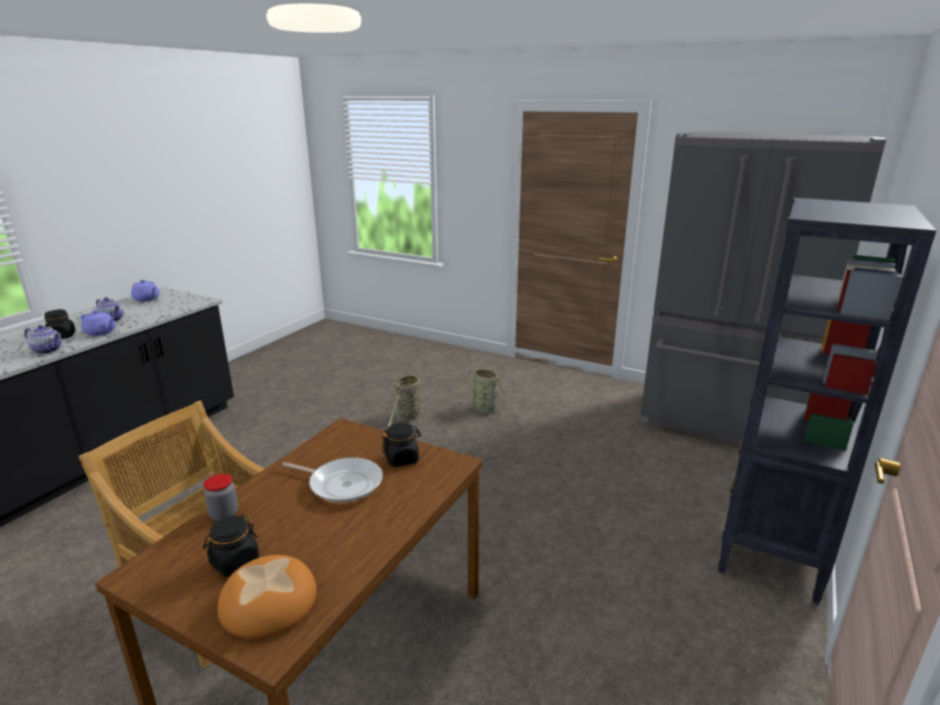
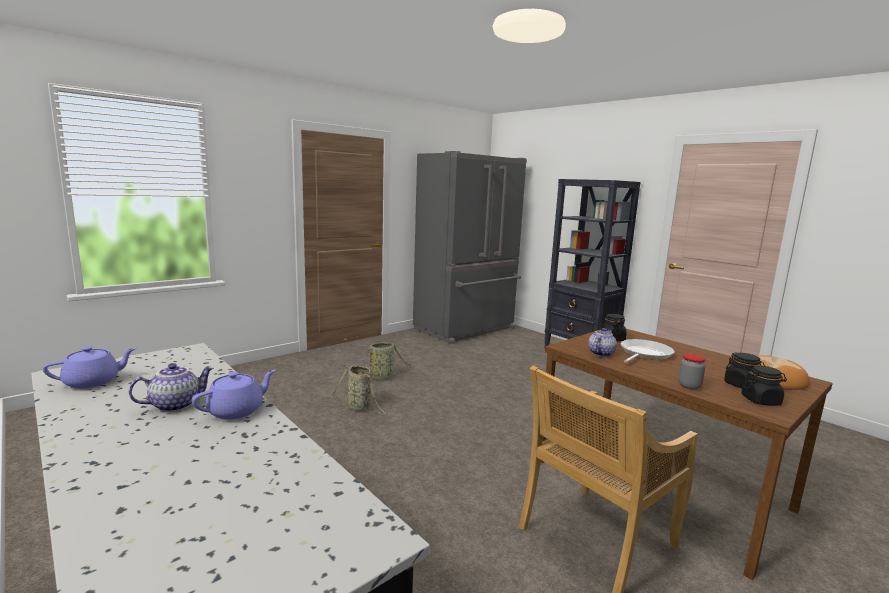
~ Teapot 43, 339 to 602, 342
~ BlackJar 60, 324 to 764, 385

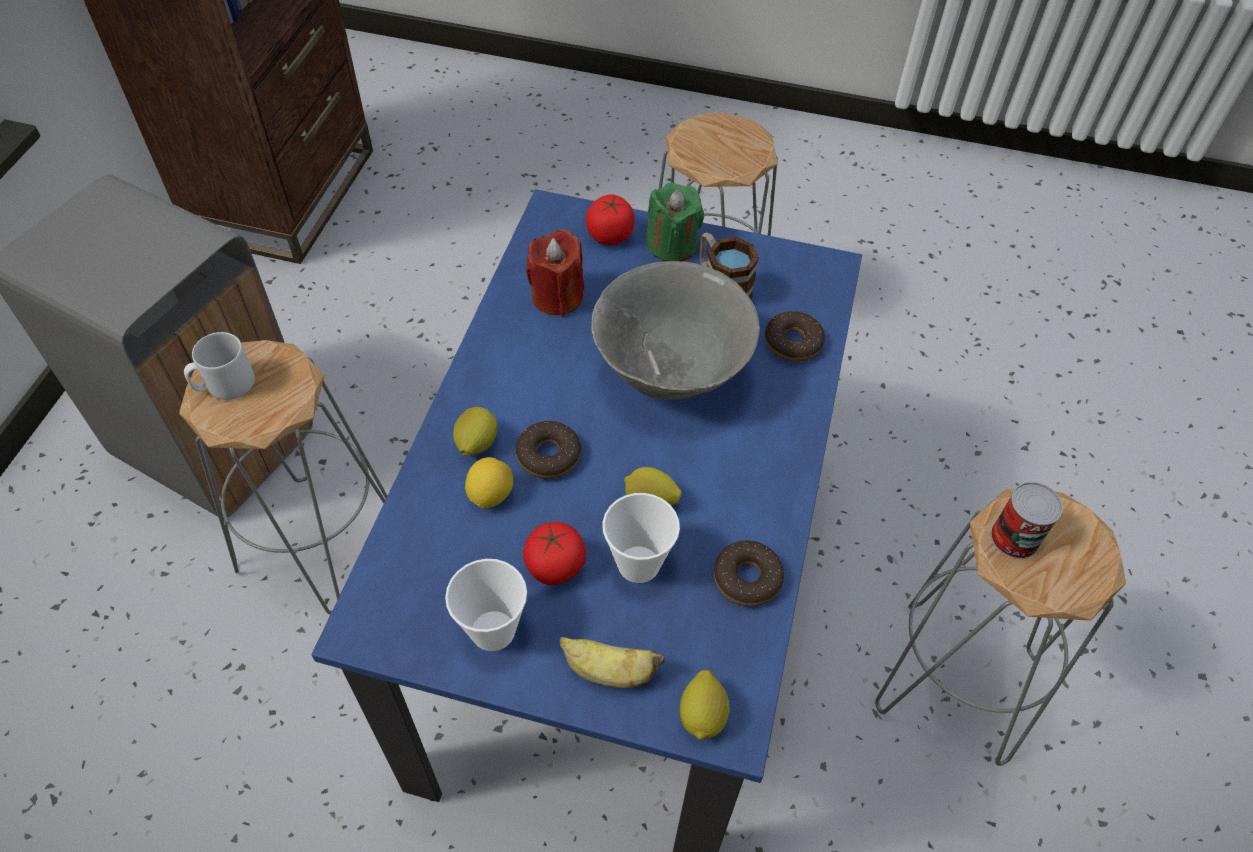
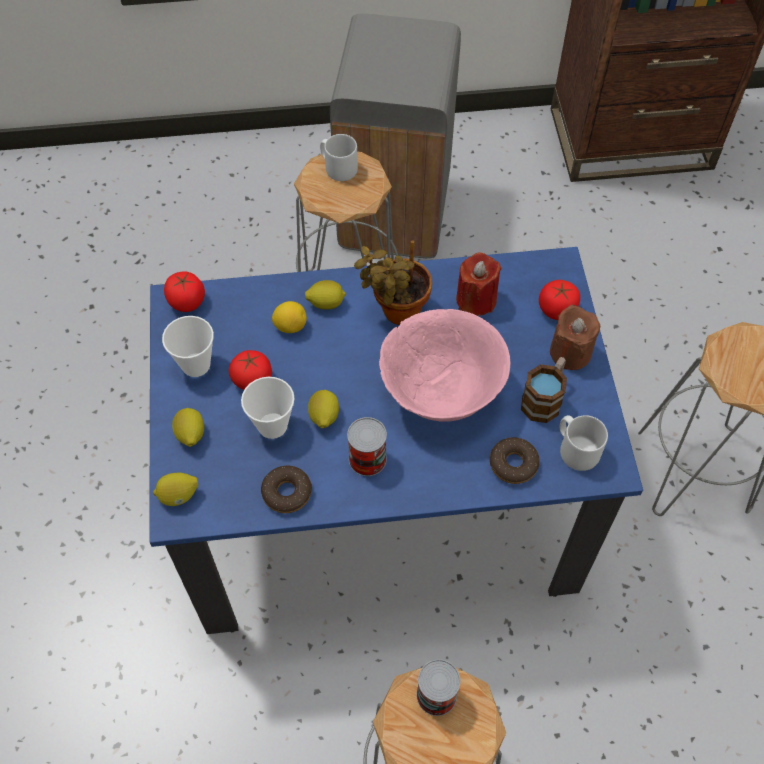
- Donut 548, 450
+ Tomato 184, 291
+ Can 367, 446
+ PottedPlant 393, 282
+ GreyMug 584, 443
~ Banana 612, 662 to Lemon 188, 427
~ GreyBowl 675, 330 to PinkBowl 444, 365
~ GreenCandle 675, 221 to BrownCandle 575, 337

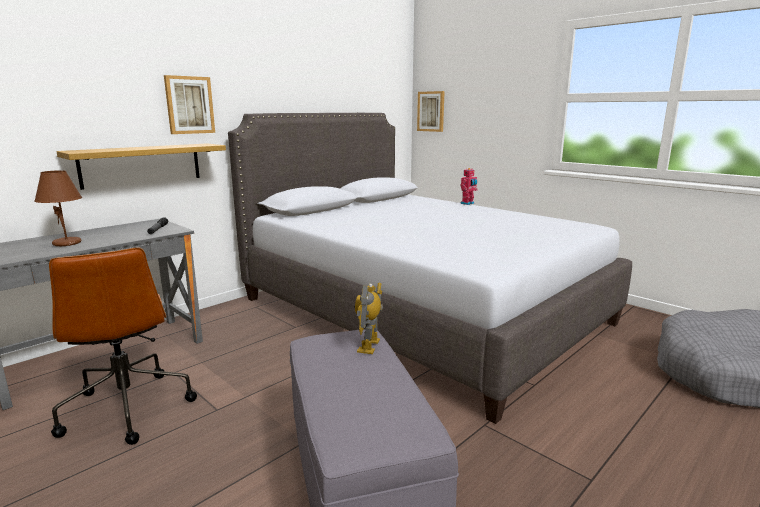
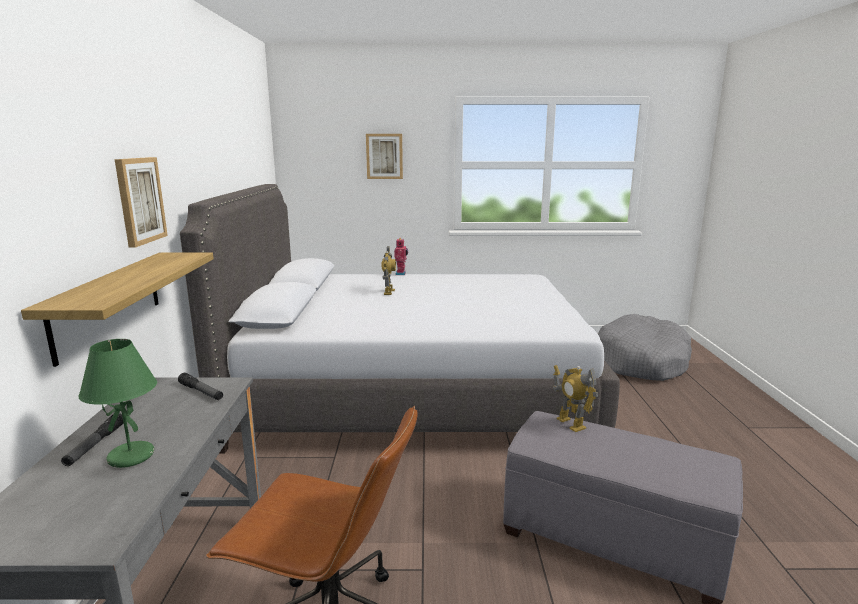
+ Flashlight 92, 439
+ ToyRobot 388, 271
~ Picture 431, 111 to 384, 156
~ BrownTableLamp 58, 208 to GreenTableLamp 117, 403

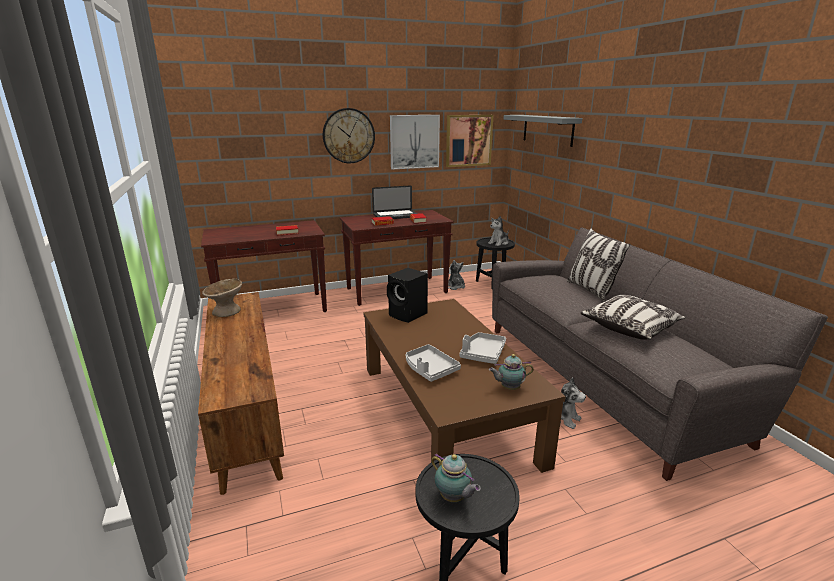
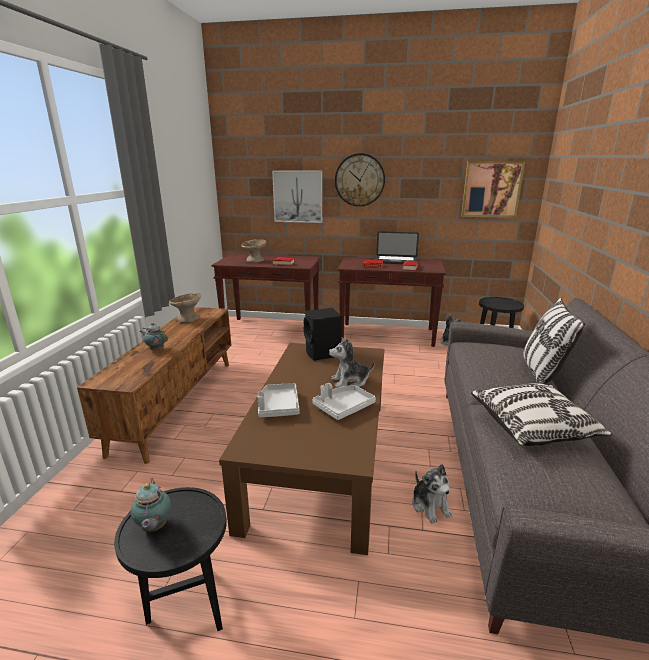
- GreyShelf 542, 131
+ BeigeBowl 254, 250
~ Picture 415, 142 to 297, 197
~ PlushToy 498, 231 to 352, 362
~ Teapot 511, 372 to 154, 336

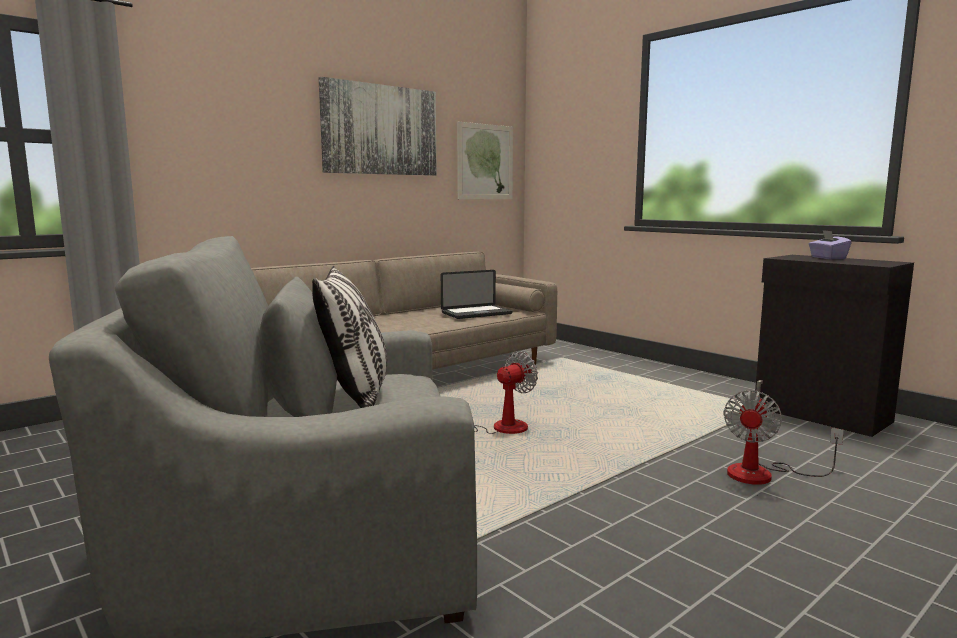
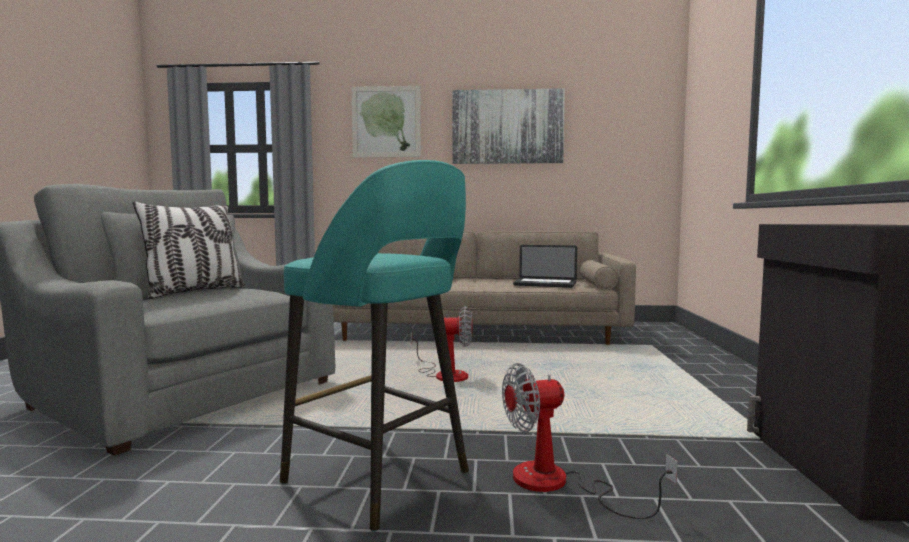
- PurpleTissueBox 830, 244
+ TurquoiseStool 374, 346
~ Picture 485, 160 to 386, 121

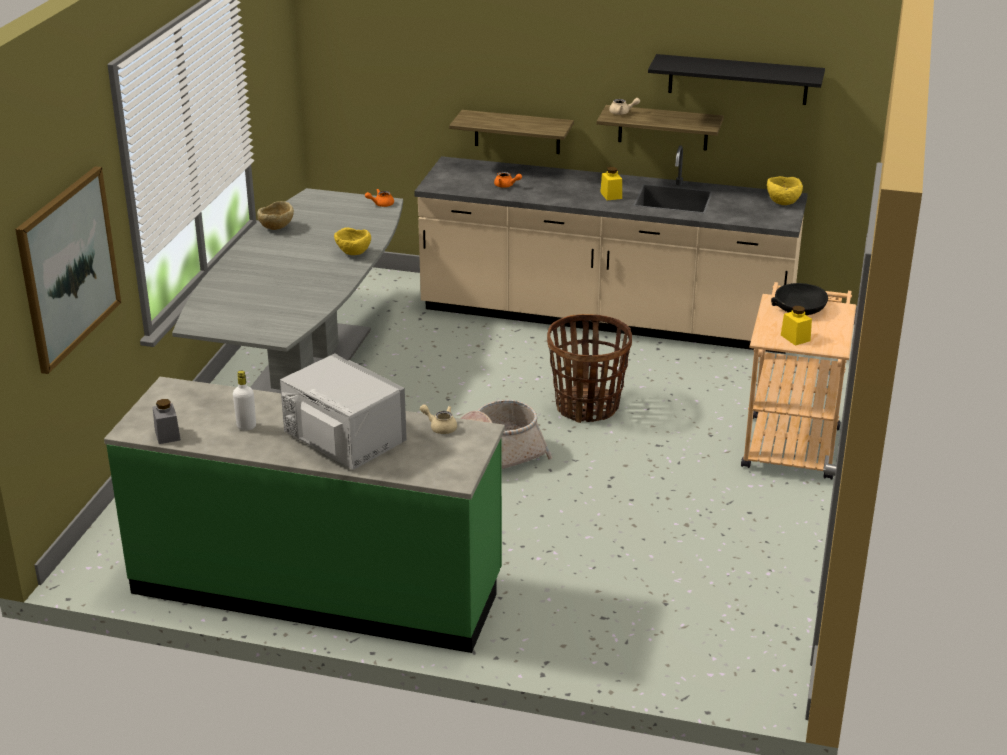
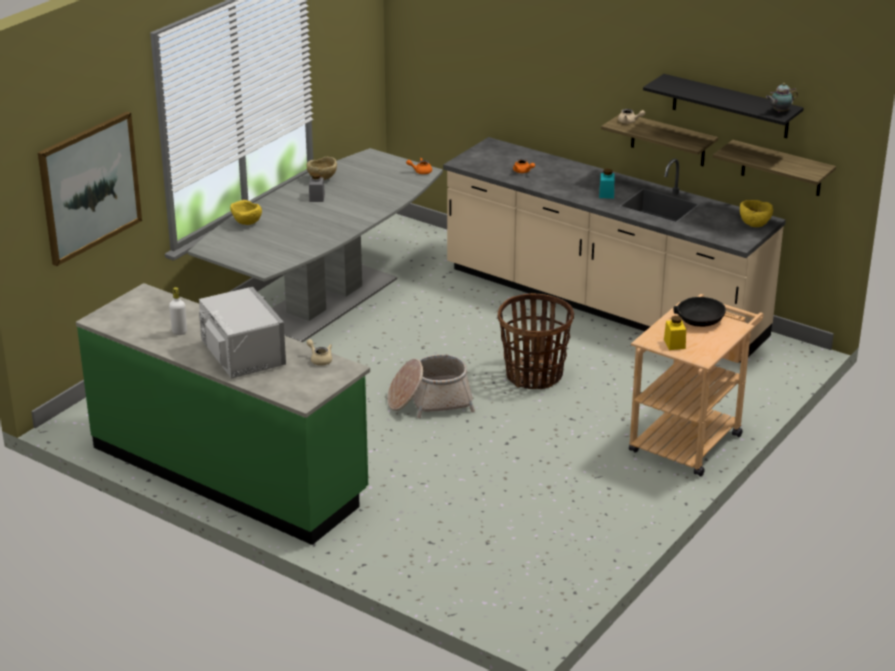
+ Teapot 782, 97
~ GreyJar 167, 421 to 317, 187
~ YellowBowl 352, 241 to 246, 212
~ Shelf 511, 132 to 774, 168
~ YellowJar 611, 183 to TurquoiseJar 606, 184

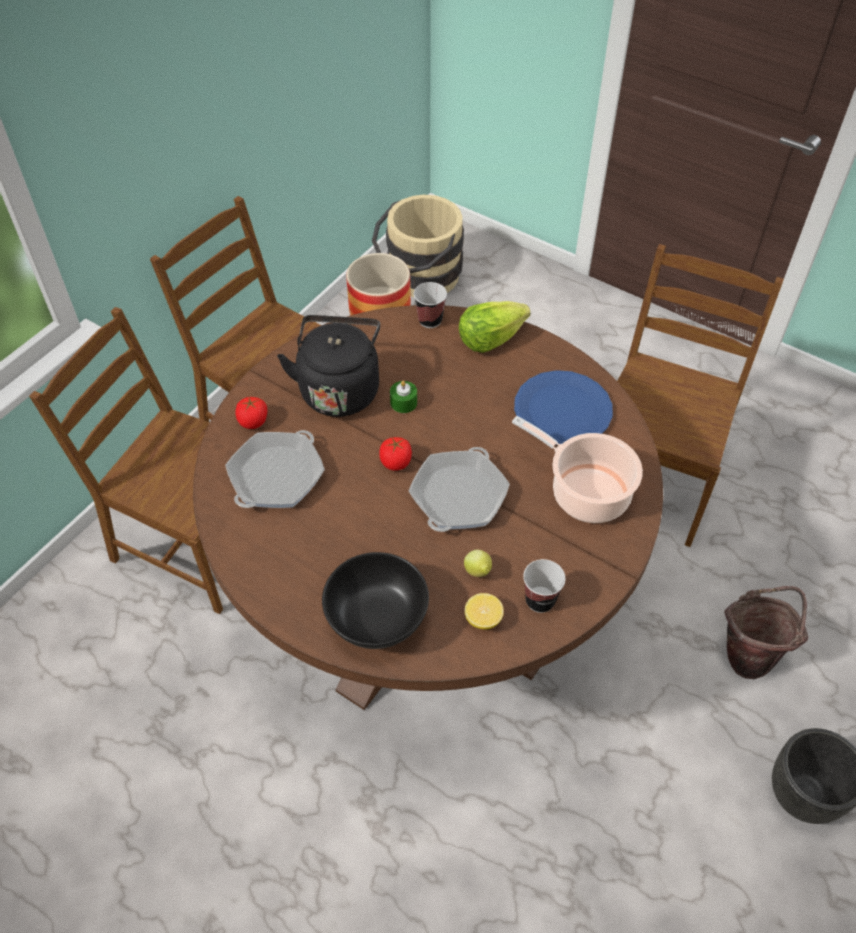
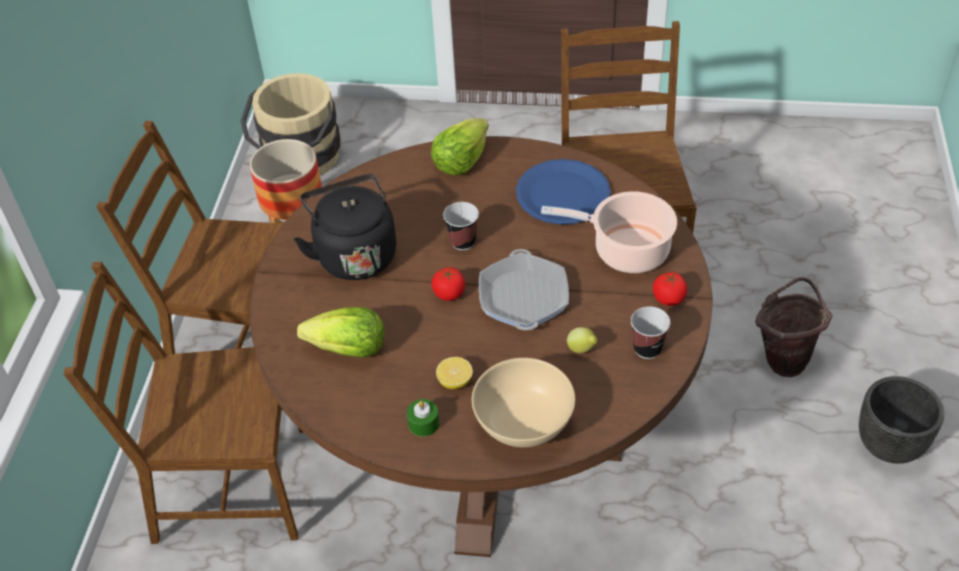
~ Tomato 251, 413 to 670, 289
~ GreenCandle 403, 396 to 423, 418
~ Cup 430, 305 to 461, 226
~ Lemon 484, 611 to 454, 373
~ FryingPan 275, 469 to Lettuce 340, 332
~ BlackBowl 375, 600 to BeigeBowl 523, 403

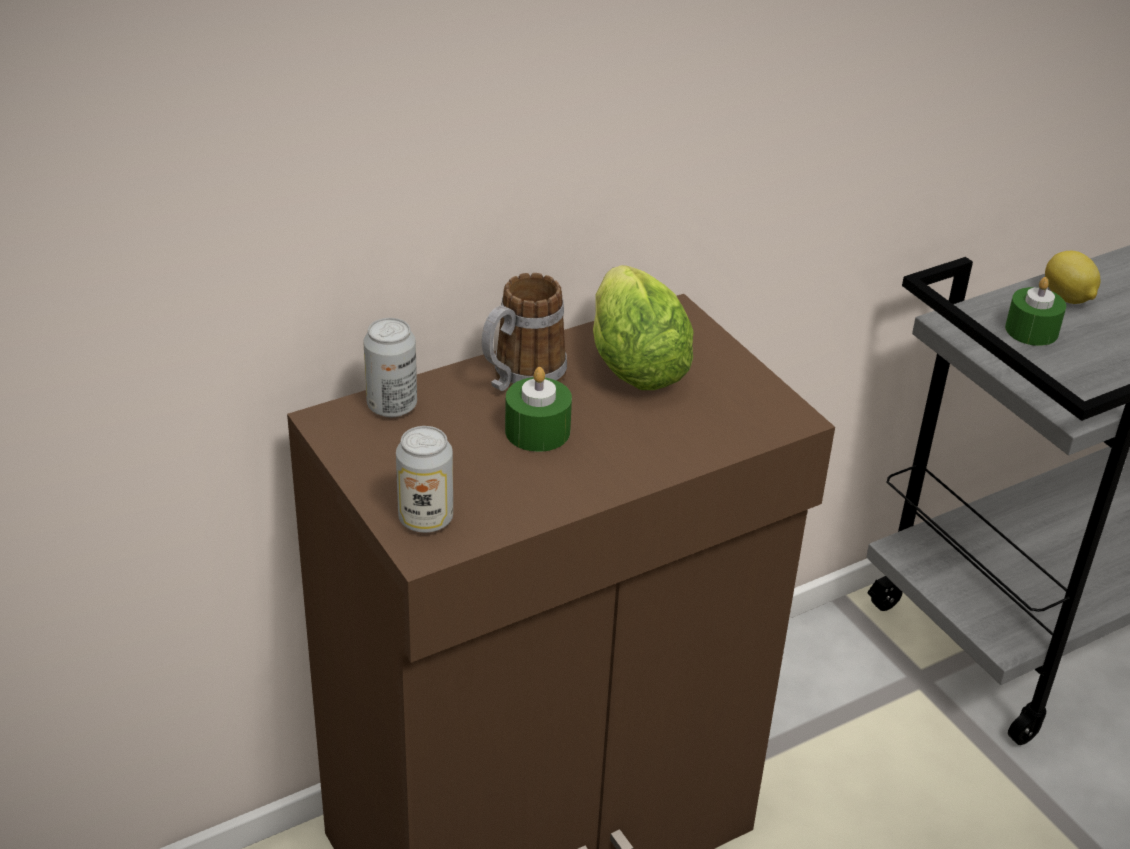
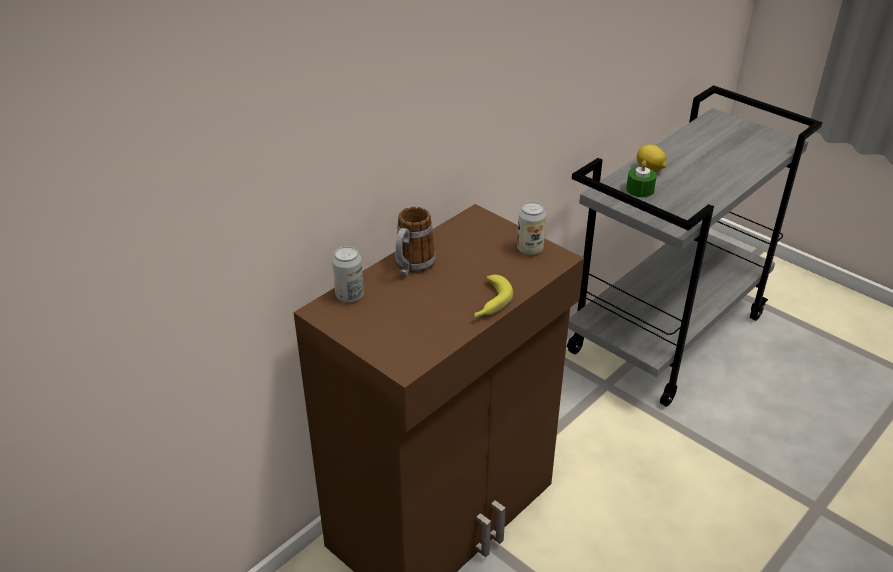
- GreenCandle 538, 409
- Lettuce 643, 327
+ Banana 493, 296
~ Can 424, 479 to 531, 228

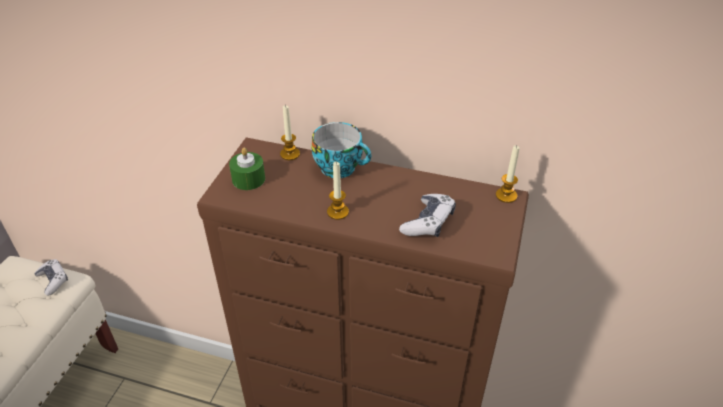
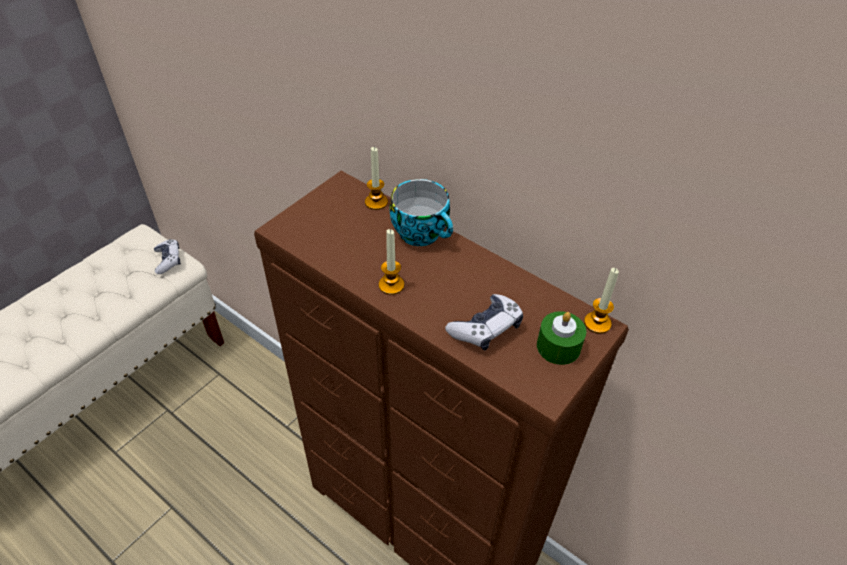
~ GreenCandle 247, 168 to 561, 338

